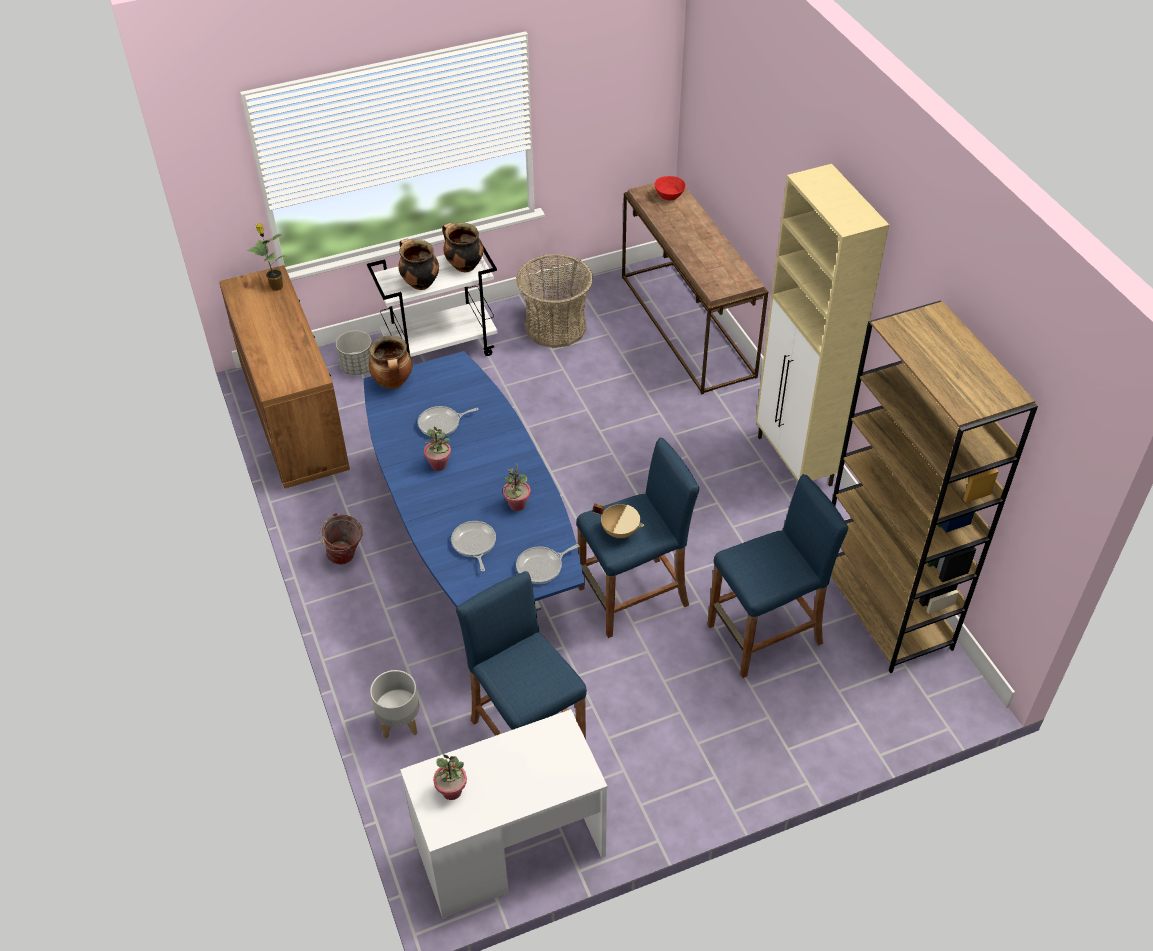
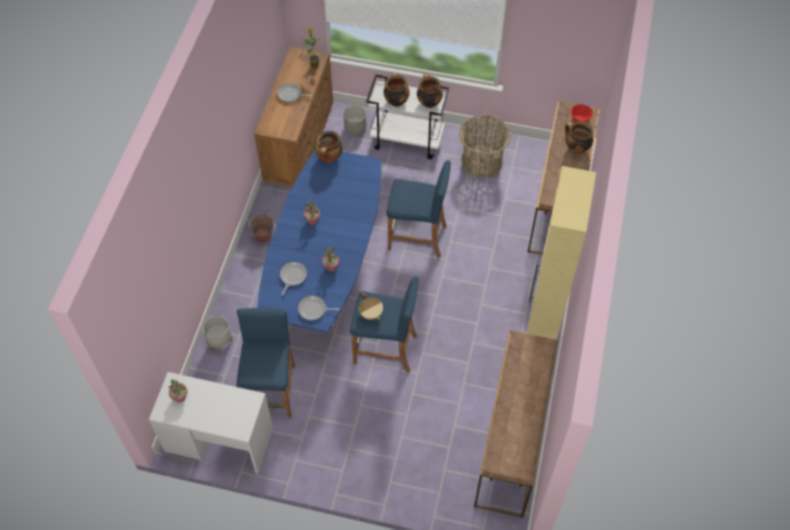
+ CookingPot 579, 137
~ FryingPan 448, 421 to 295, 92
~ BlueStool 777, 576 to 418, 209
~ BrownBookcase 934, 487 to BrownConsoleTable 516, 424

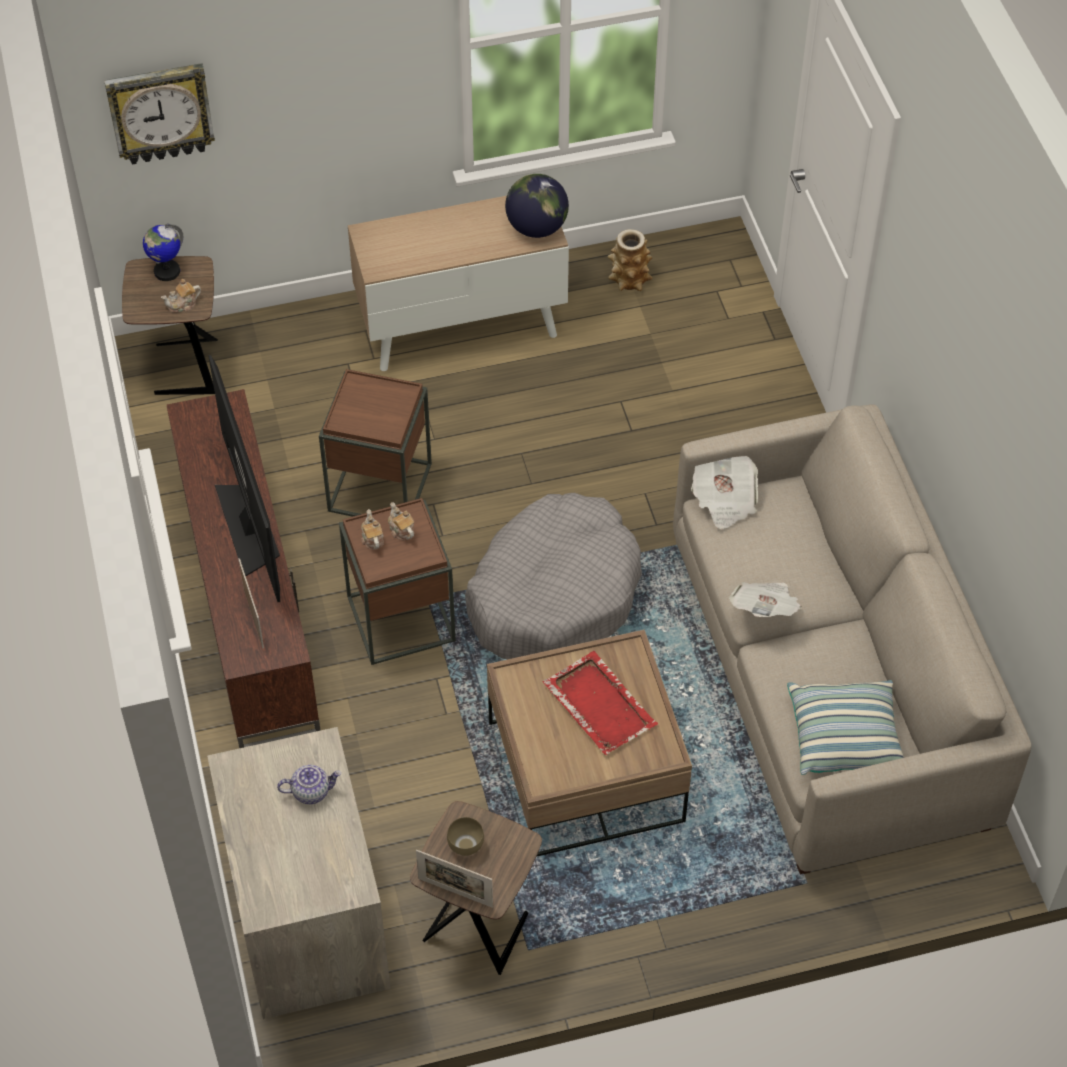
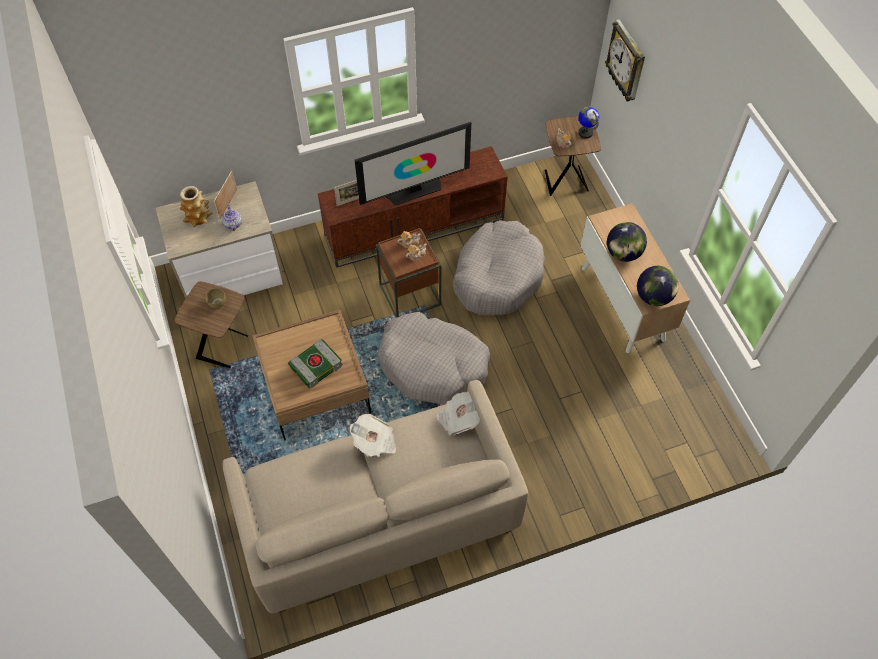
- Pillow 845, 727
+ Globe 627, 242
~ PictureFrame 454, 879 to 225, 195
~ Vase 630, 260 to 196, 206
~ BrownSideTable 375, 443 to GreyDogBed 499, 267
~ RedTray 600, 703 to Book 315, 364

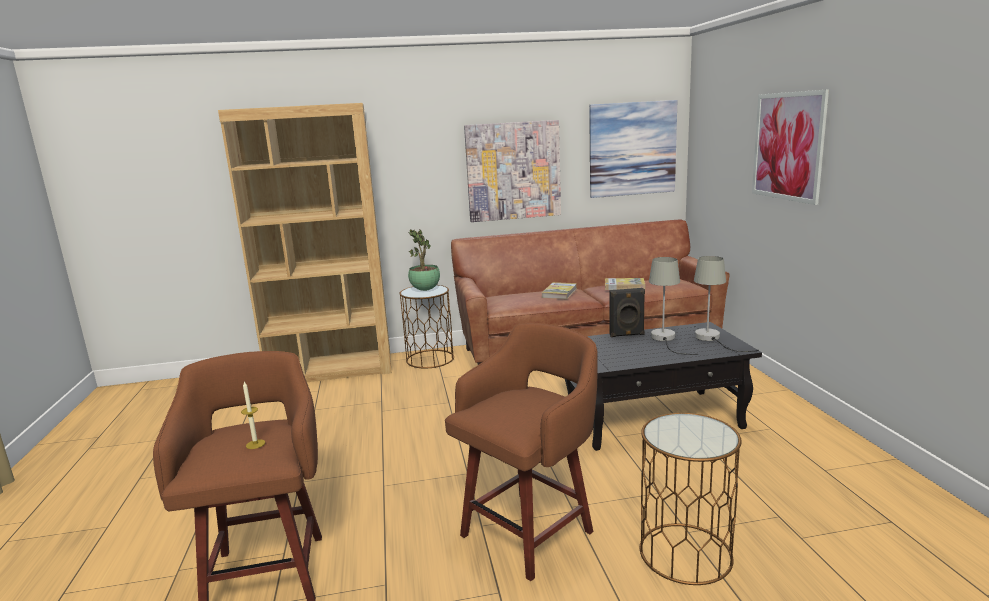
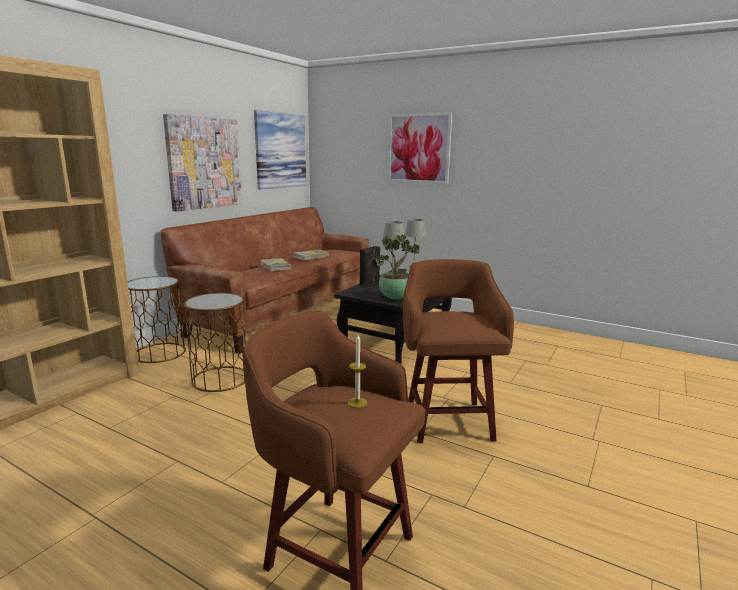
~ PottedPlant 424, 260 to 397, 266
~ BrownSideTable 691, 499 to 214, 342

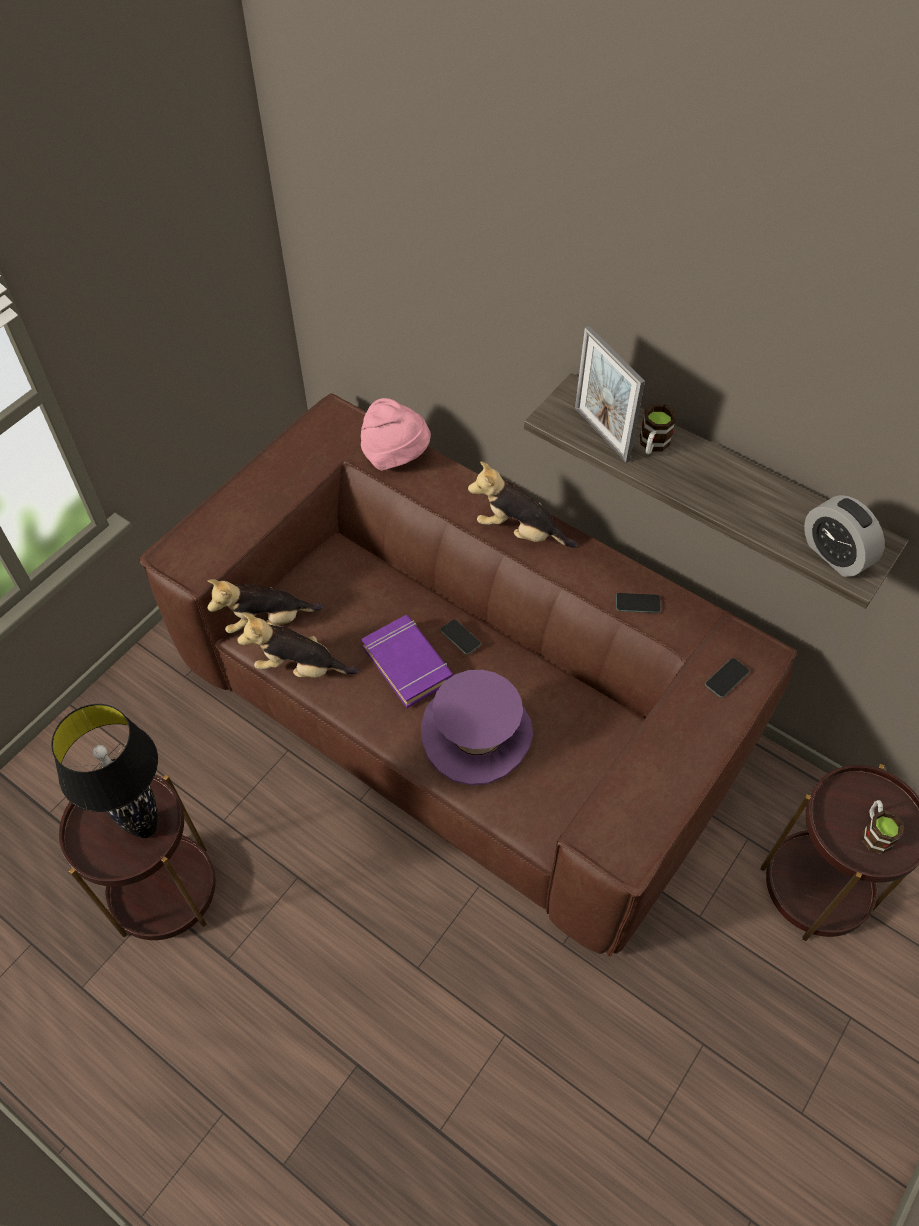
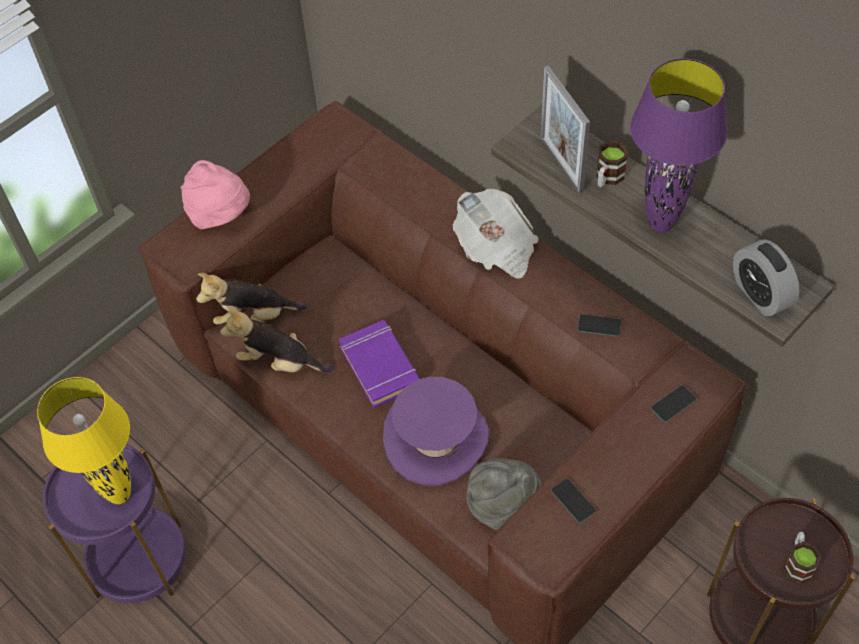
+ GreyHat 504, 494
+ PurpleTableLamp 679, 145
~ PinkHat 396, 434 to 215, 194
~ Phone 460, 637 to 573, 501
~ PlushToy 522, 504 to Newspaper 496, 234
~ BlackTableLamp 104, 771 to YellowTableLamp 84, 440
~ BrownSideTable 137, 857 to PurpleSideTable 114, 523

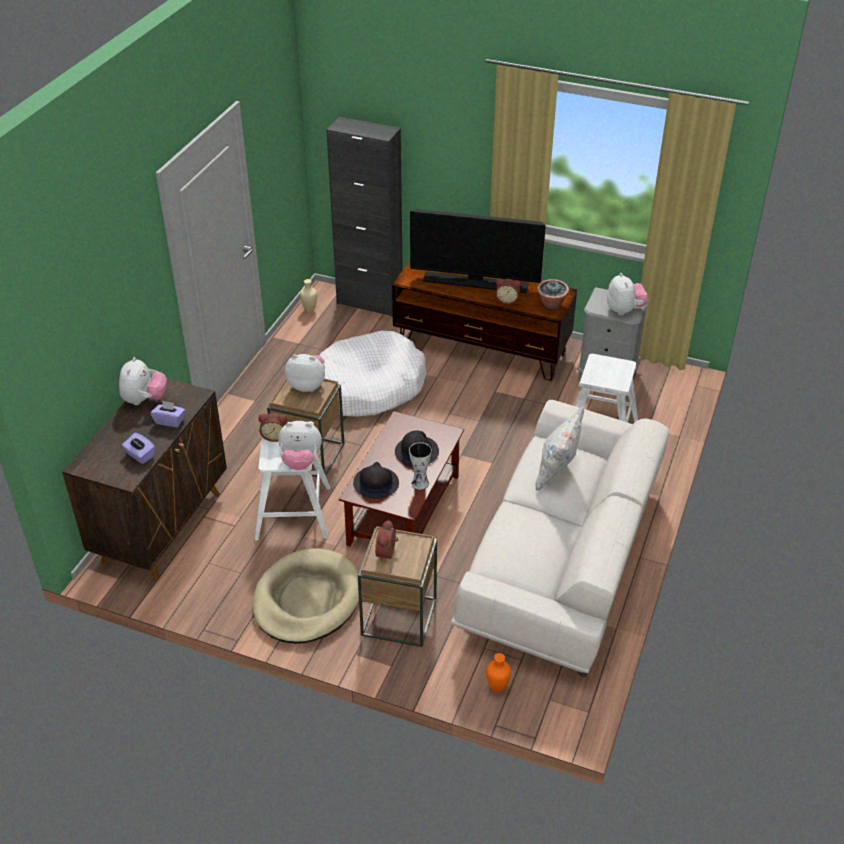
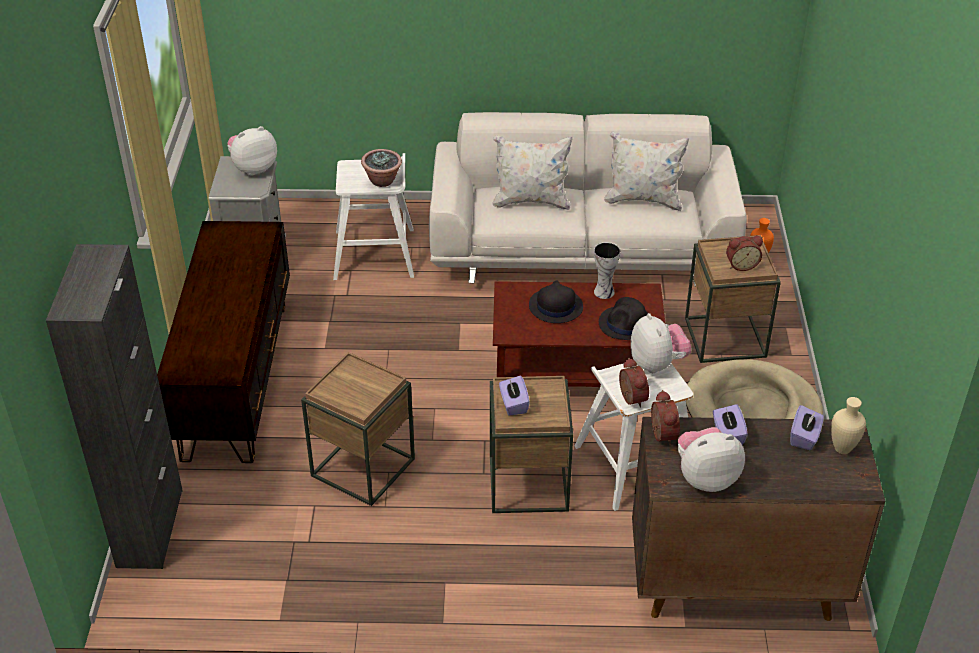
- Television 478, 251
+ WhitePillow 646, 171
~ BeigeVase 308, 295 to 848, 425
~ AlarmClock 508, 291 to 665, 418
~ PottedPlant 553, 294 to 381, 168
~ PlushToy 305, 373 to PurpleTissueBox 514, 396
~ WhiteDogBed 372, 374 to BrownSideTable 358, 429

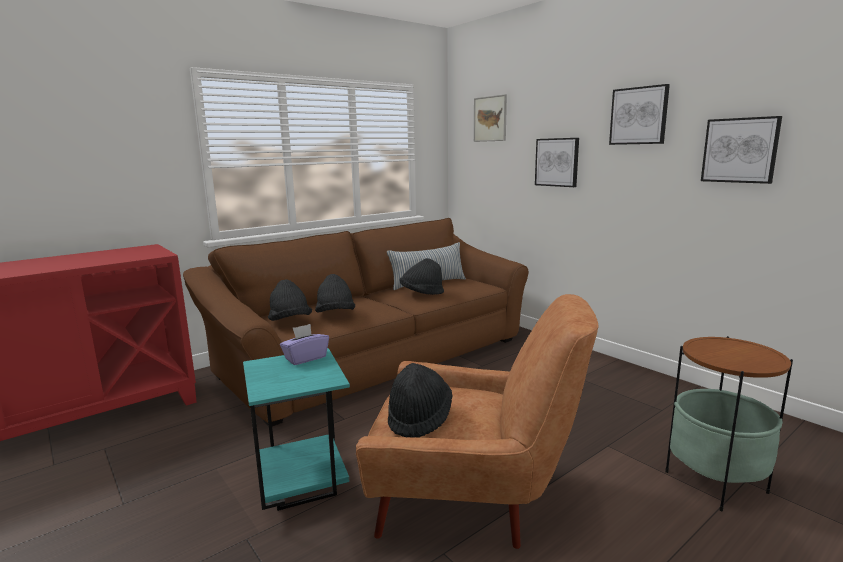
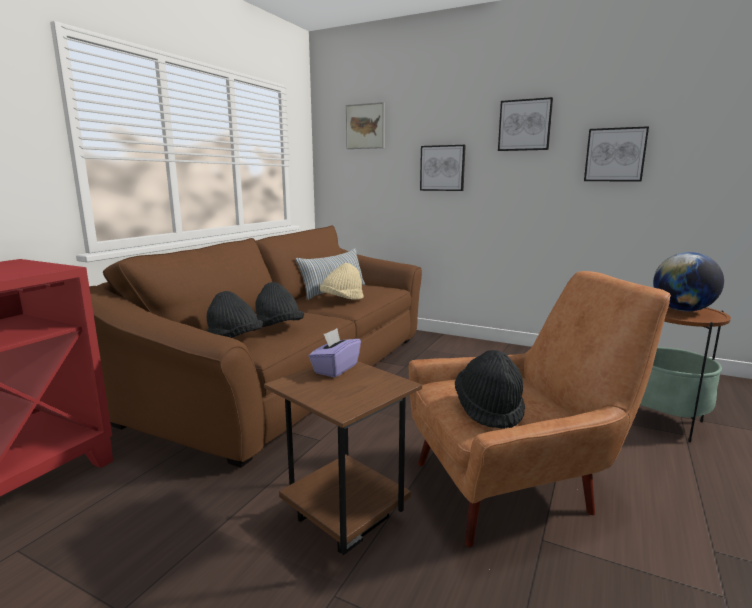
+ Globe 688, 281
~ TurquoiseSideTable 296, 429 to BrownSideTable 343, 458
~ BlackHat 422, 276 to BeigeHat 342, 281

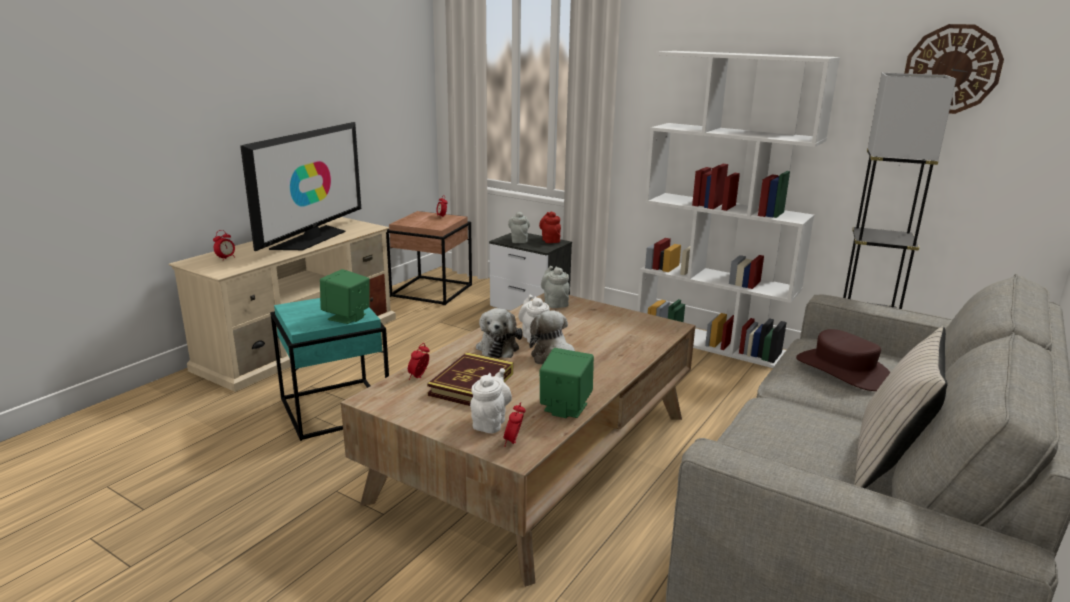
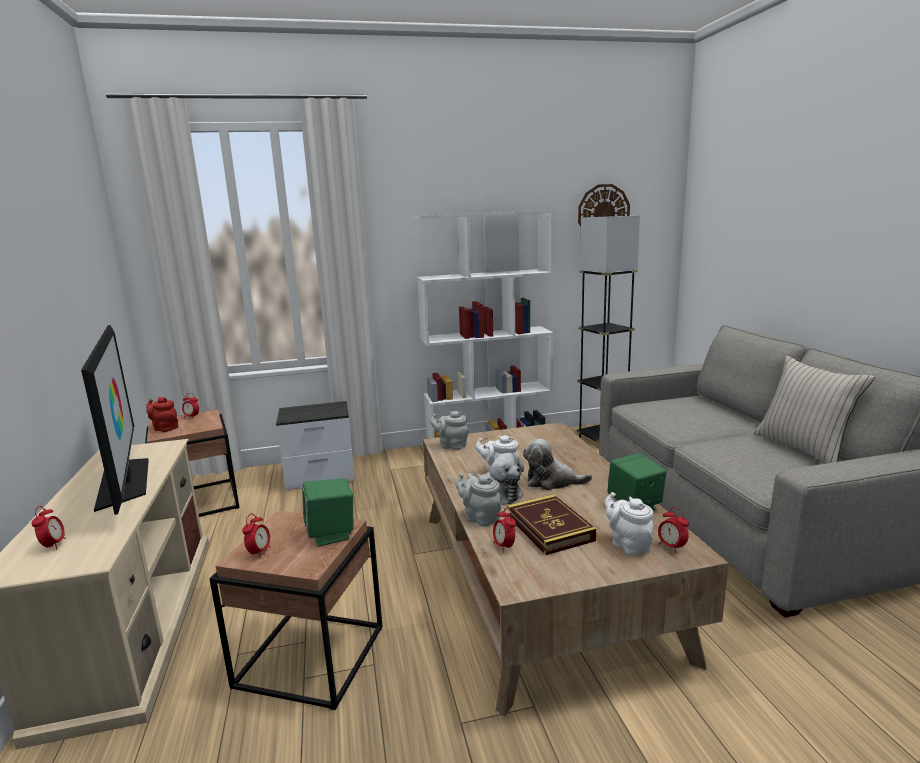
- BrownHat 843, 360
+ AlarmClock 256, 535
~ GreyTeapot 519, 227 to 478, 500
~ RedTeapot 550, 227 to 162, 414
~ TurquoiseSideTable 329, 369 to BrownSideTable 296, 610

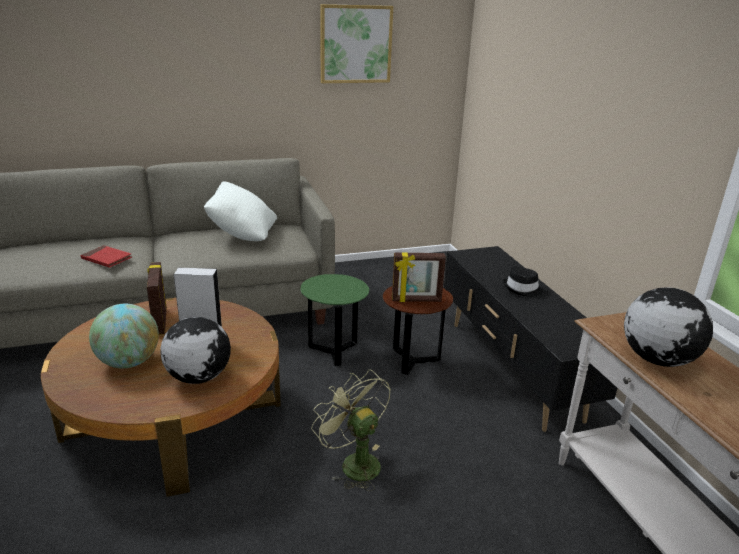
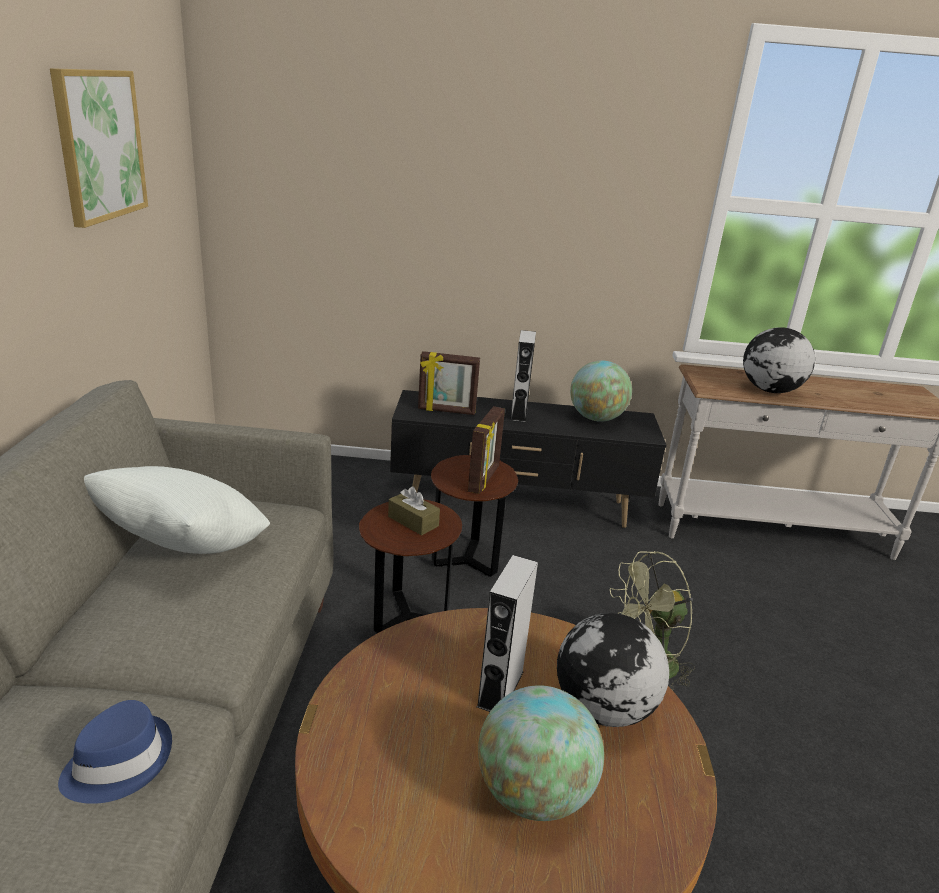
+ BrownTissueBox 414, 511
+ Globe 601, 391
~ PictureFrame 157, 298 to 449, 383
~ RedBook 106, 256 to BlueHat 115, 752
~ BlackHat 523, 281 to GreySpeaker 523, 376
~ GreenSideTable 334, 320 to BrownSideTable 410, 566

